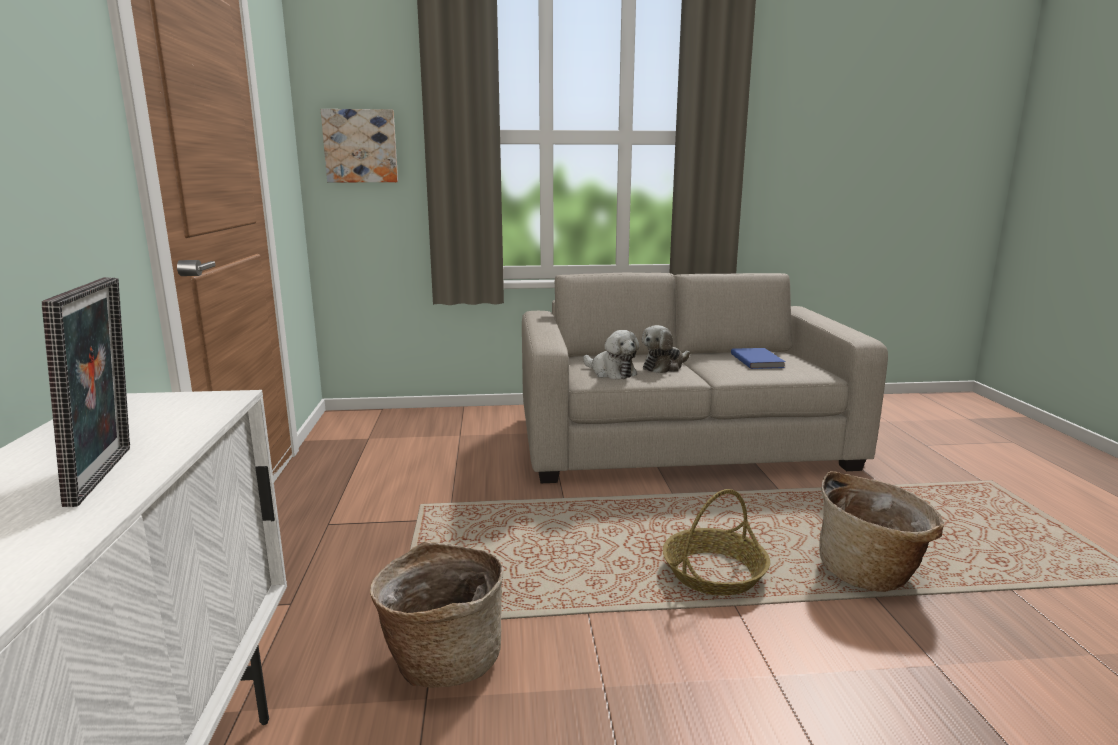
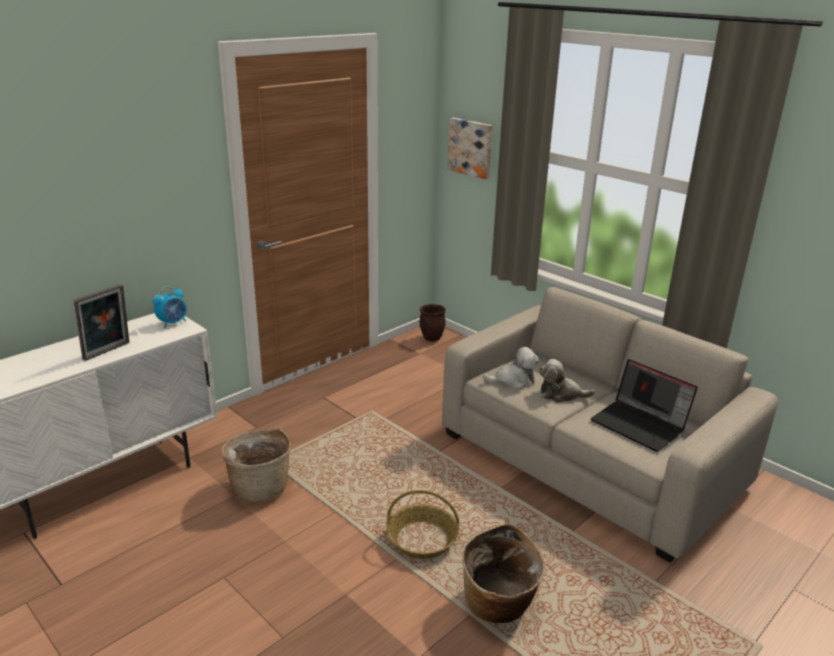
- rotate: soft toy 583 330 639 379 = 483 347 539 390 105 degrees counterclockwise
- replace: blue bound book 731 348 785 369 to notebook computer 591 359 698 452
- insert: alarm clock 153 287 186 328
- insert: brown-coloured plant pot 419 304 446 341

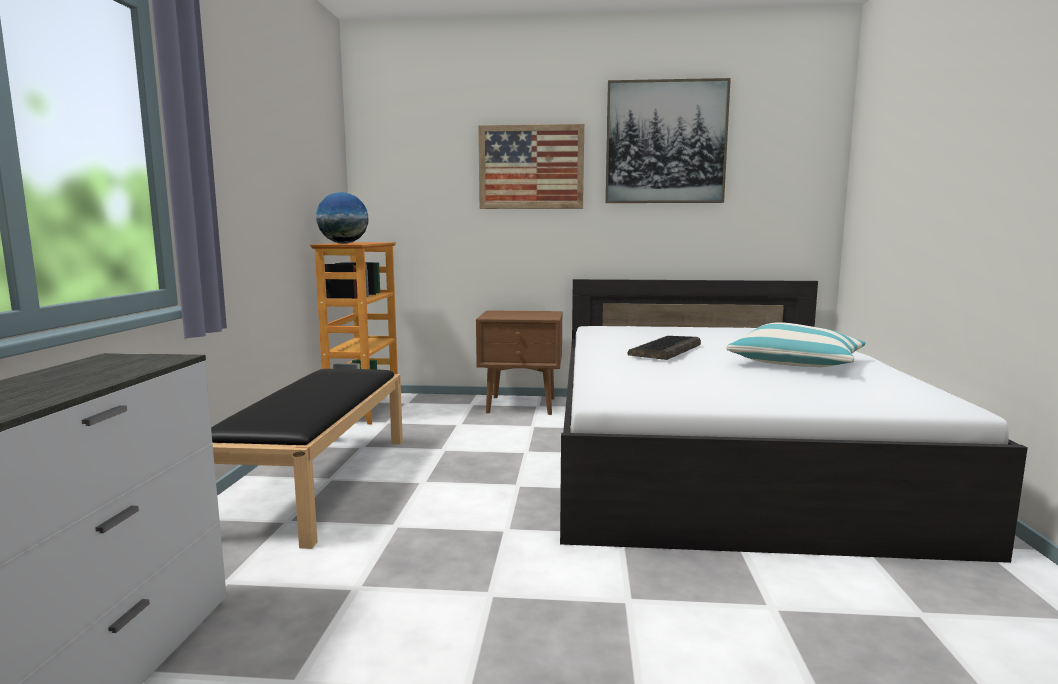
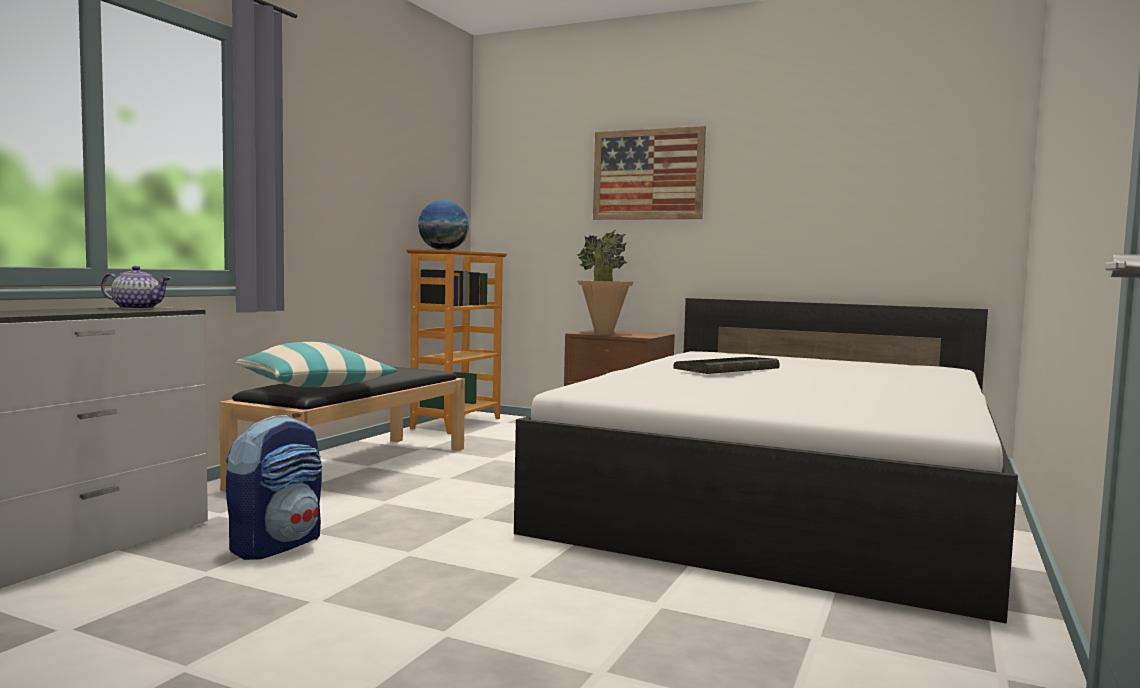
- delete: picture 605 78 731 203
- move: pillow 726 322 865 367 to 236 342 397 387
- insert: houseplant 577 230 633 334
- insert: teapot 101 266 171 310
- insert: backpack 226 415 322 560

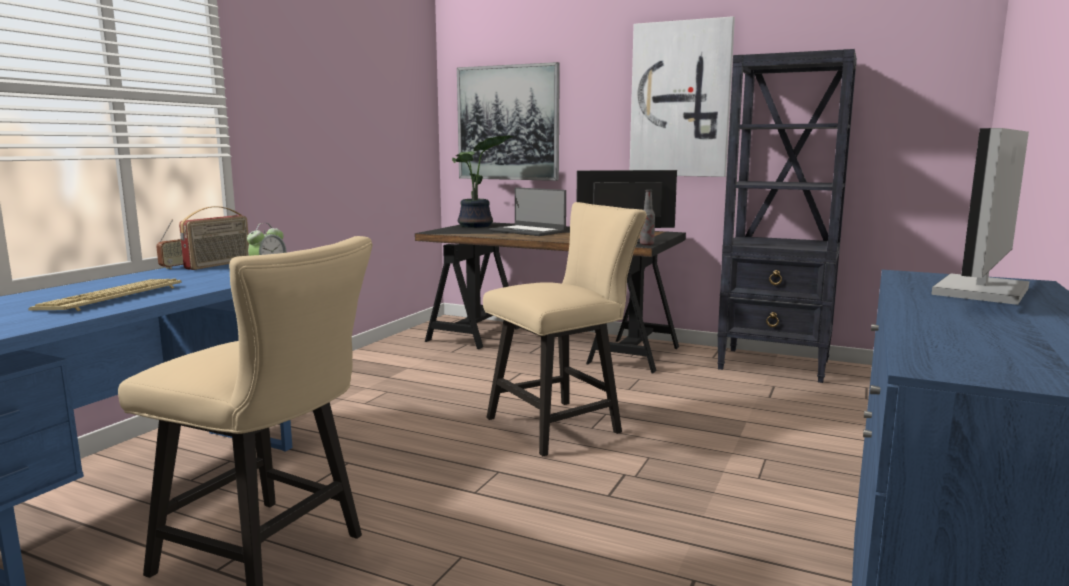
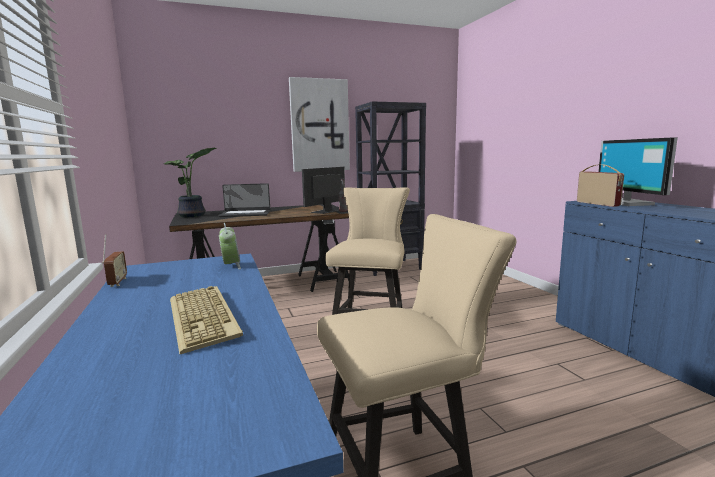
- delete: picture 457 62 560 181
- move: radio receiver 179 206 249 270 to 577 164 624 207

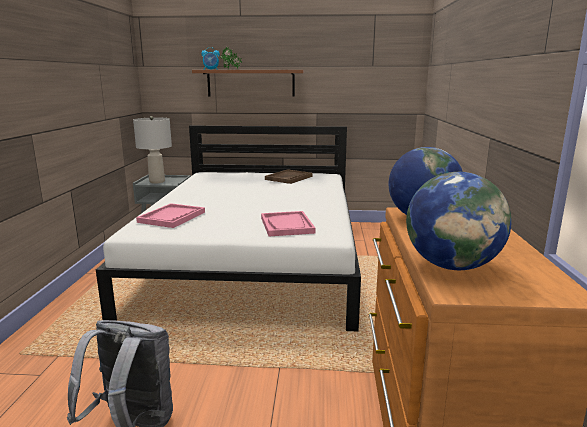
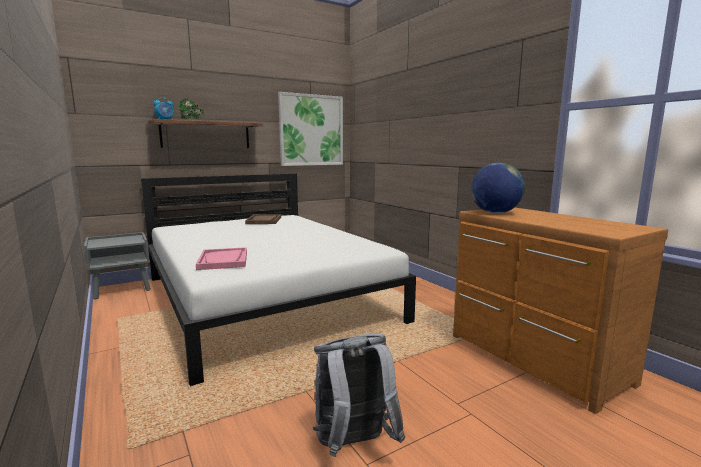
- delete: gray table lamp 133 116 172 183
- delete: globe 406 172 512 270
- delete: pinkish serving tray 261 211 315 236
- insert: picture 278 92 343 166

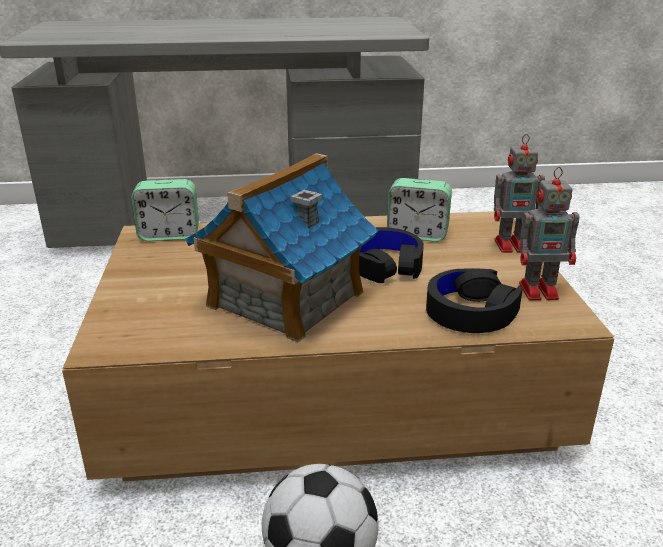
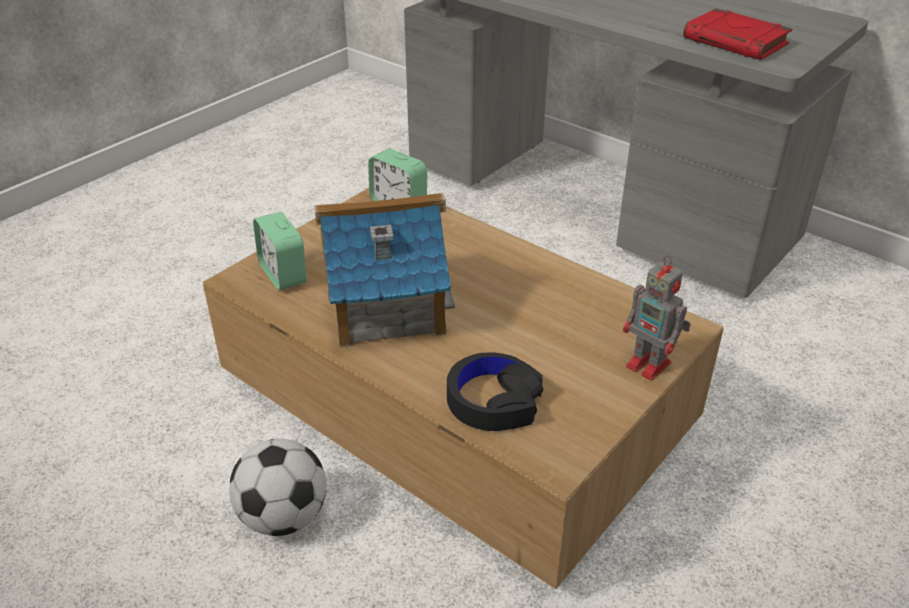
- delete: model robot 519 167 579 300
- move: alarm clock 387 178 452 242 to 253 212 307 290
- delete: black headphones 359 227 424 283
- insert: reddish bound book 683 8 792 60

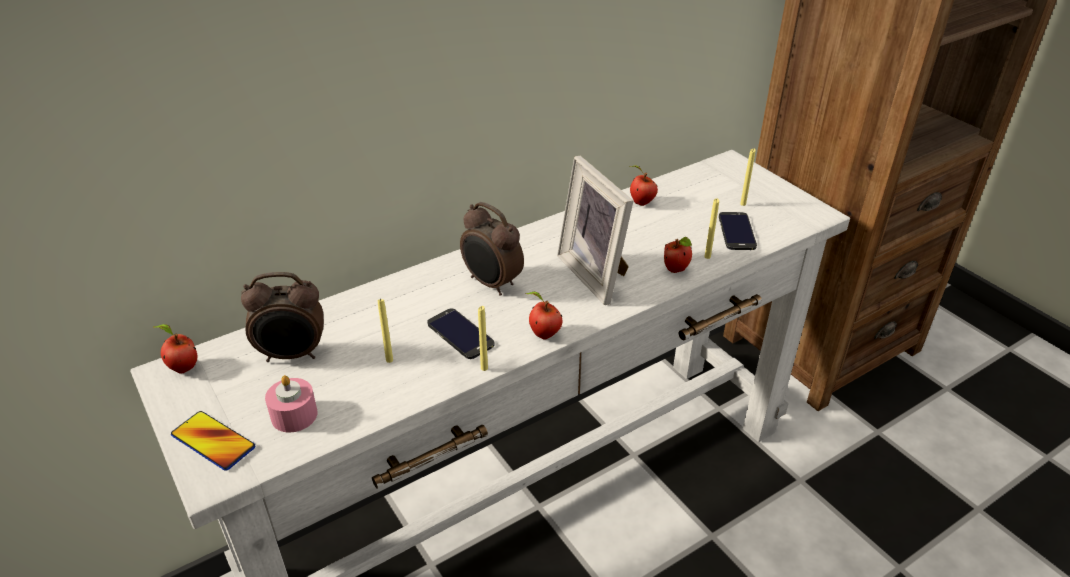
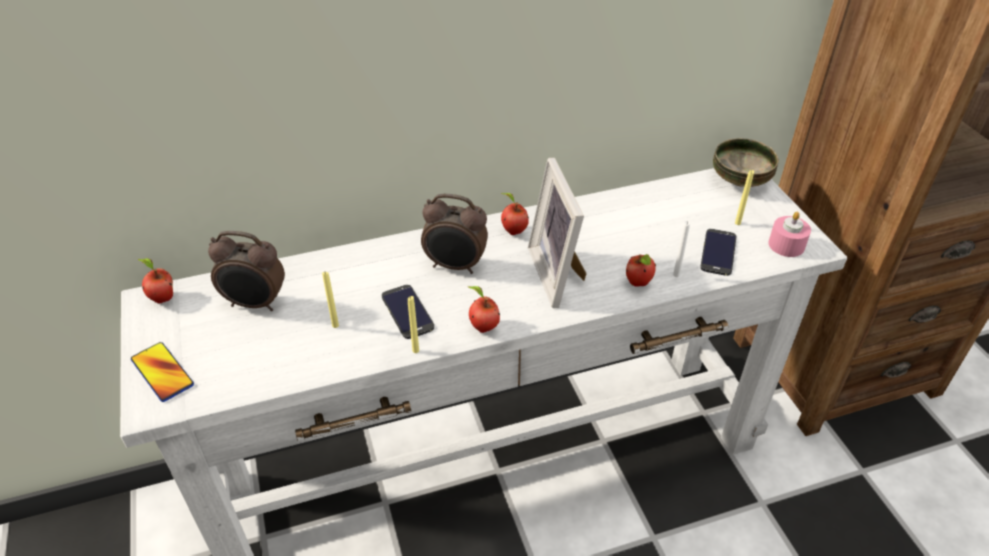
- move: apple 628 166 658 206 to 501 193 529 235
- recolor: yellow-coloured candle 704 198 719 259 to white candle 673 221 690 277
- rotate: alarm clock 460 202 524 296 = 421 194 488 274 45 degrees counterclockwise
- move: pinkish candle 265 375 318 433 to 768 212 811 257
- insert: deep dish 713 138 779 187

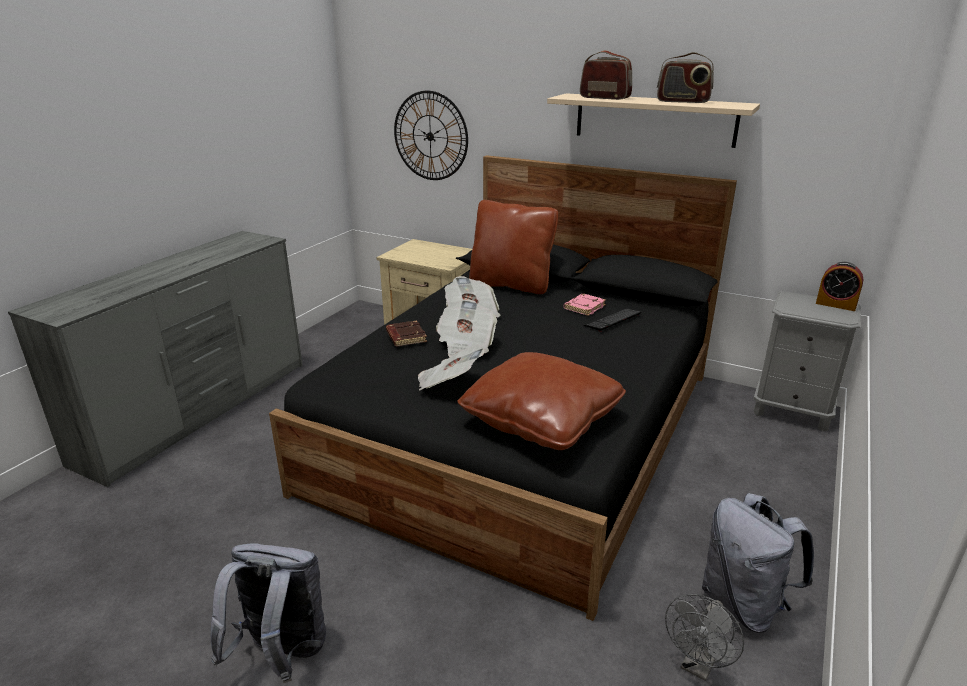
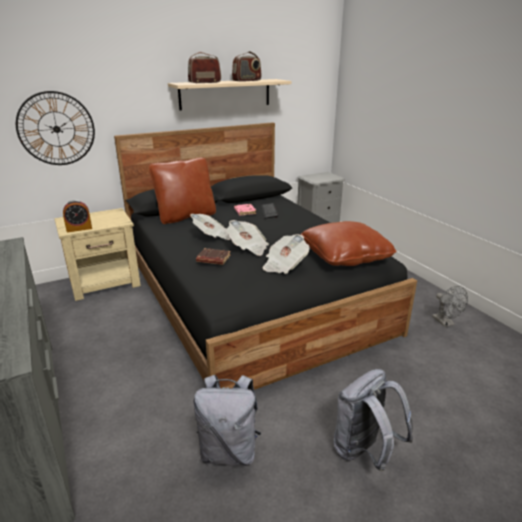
- move: alarm clock 816 262 863 311 to 63 200 92 232
- move: gray backpack 702 493 814 633 to 194 375 262 466

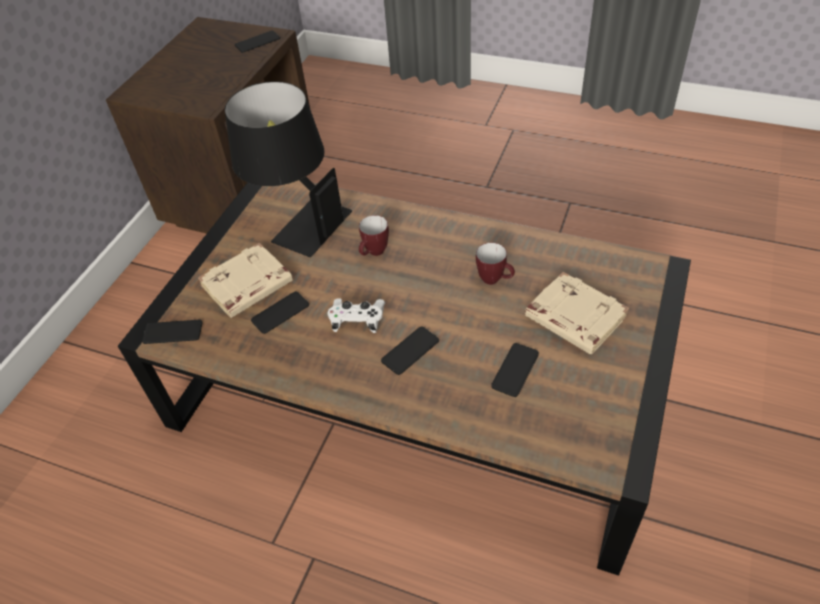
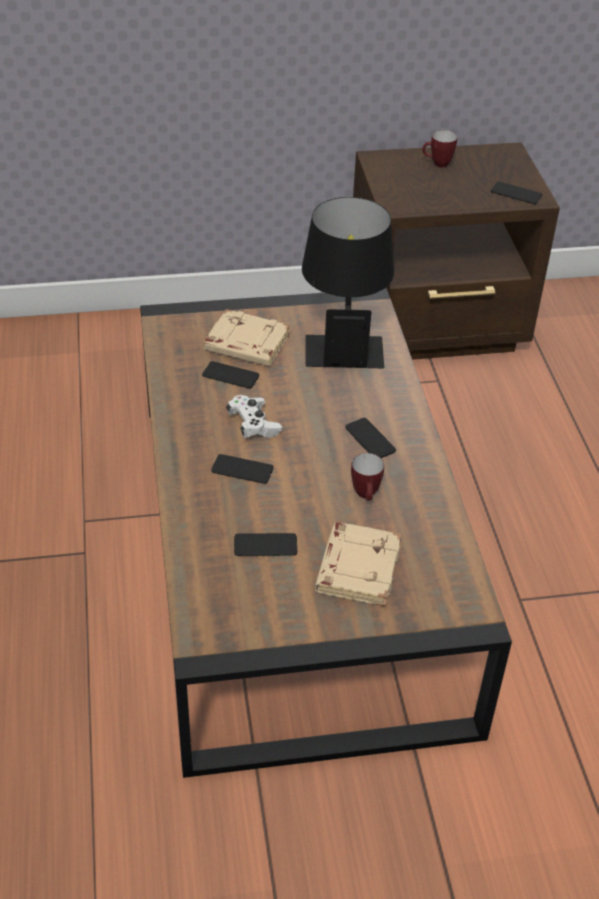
- move: coffee mug 359 215 389 256 to 422 130 457 168
- move: phone 142 320 202 344 to 345 418 396 458

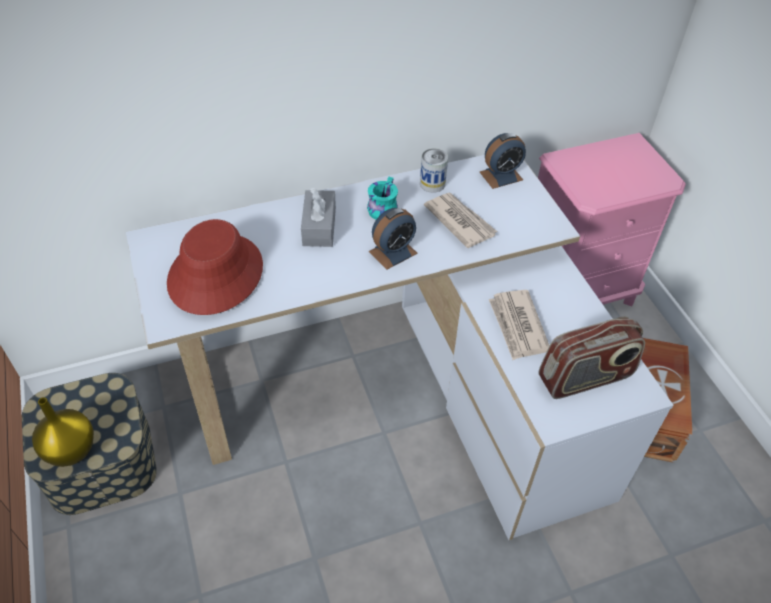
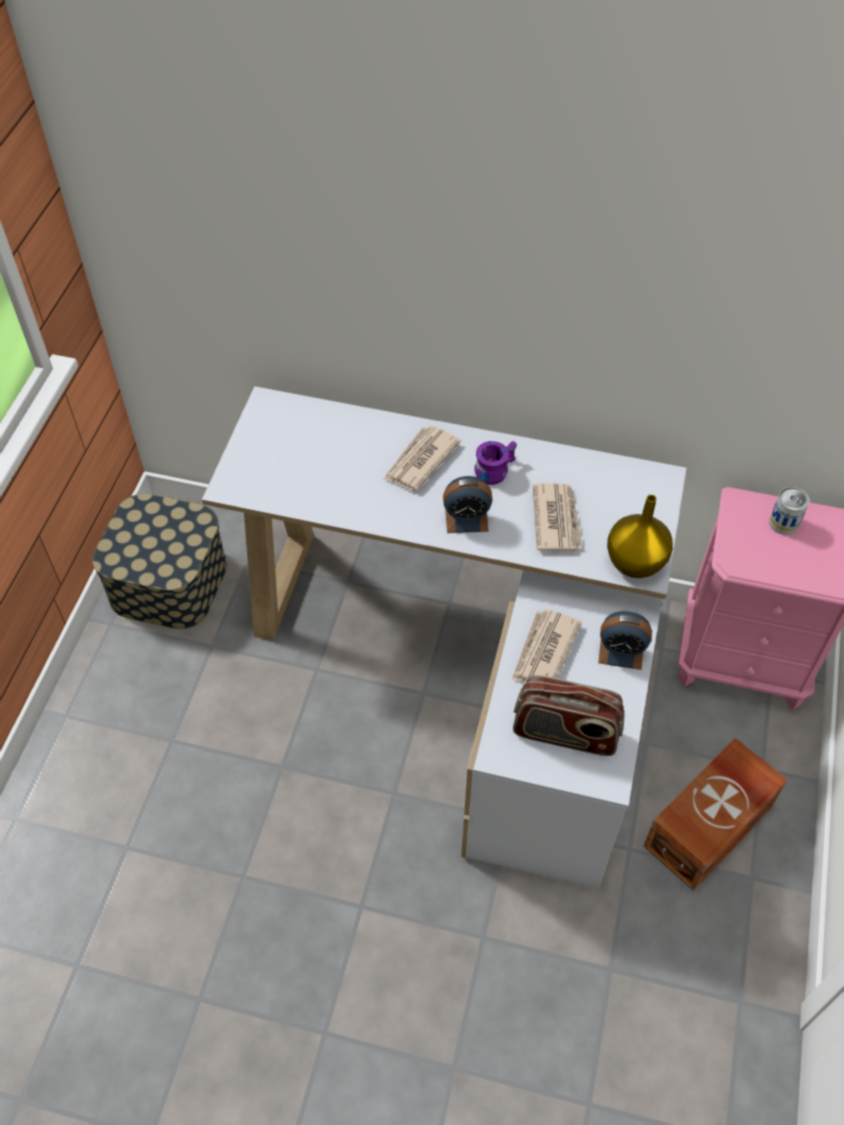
- move: alarm clock 480 133 526 189 to 598 611 652 670
- move: sealed can 420 148 448 193 to 769 487 810 535
- recolor: turquoise coffee mug 367 177 398 220 to purplish coffee mug 474 441 517 485
- replace: gray tissue holder 301 188 336 247 to newspaper 383 426 461 491
- delete: reddish wearable hat 167 219 263 315
- move: yellow-coloured decorative vase 32 397 94 467 to 607 495 673 578

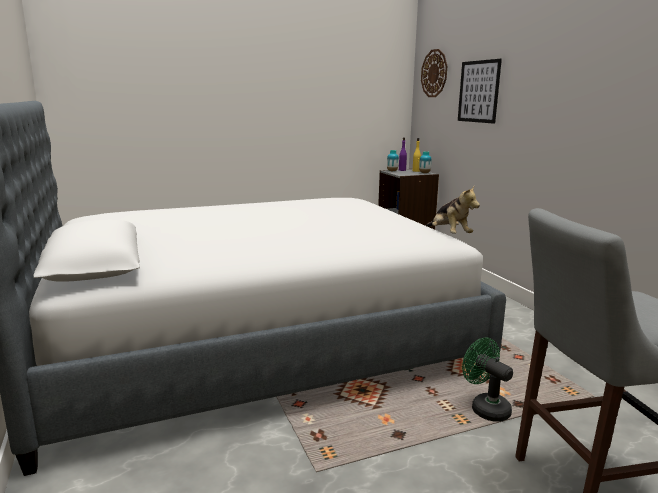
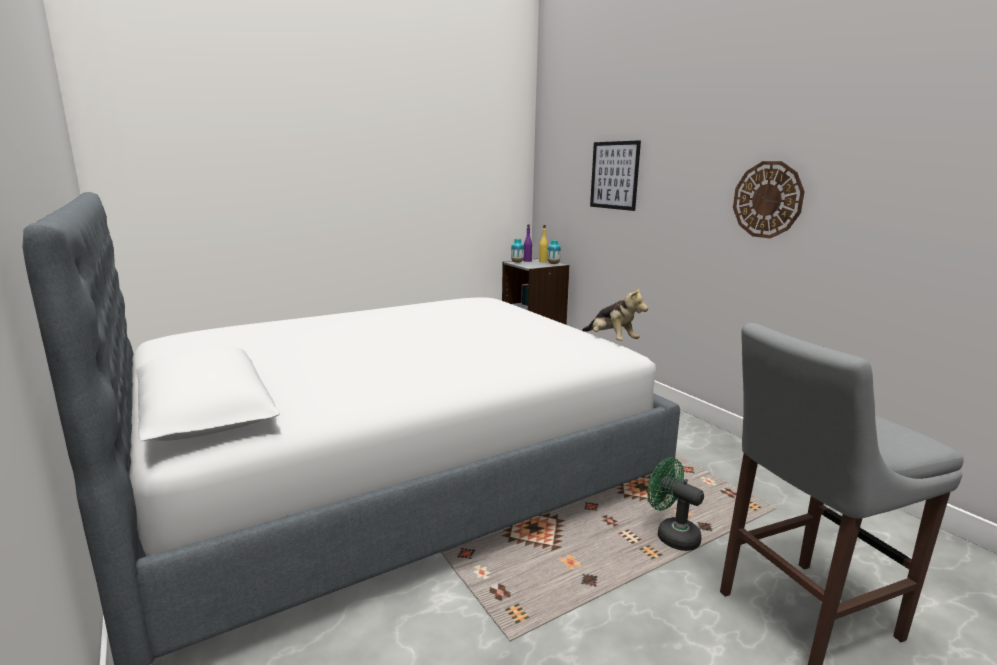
- move: clock on the wall 421 49 447 97 to 733 161 805 238

